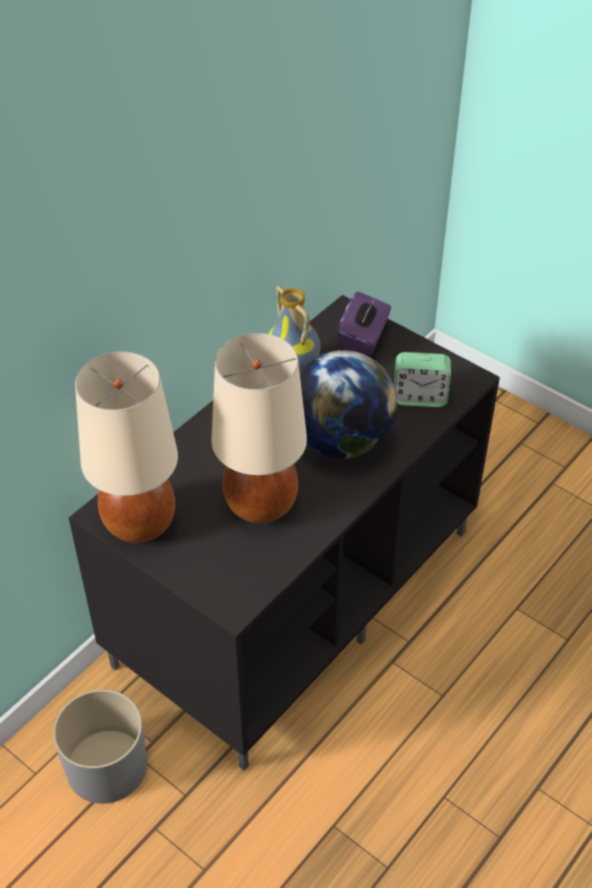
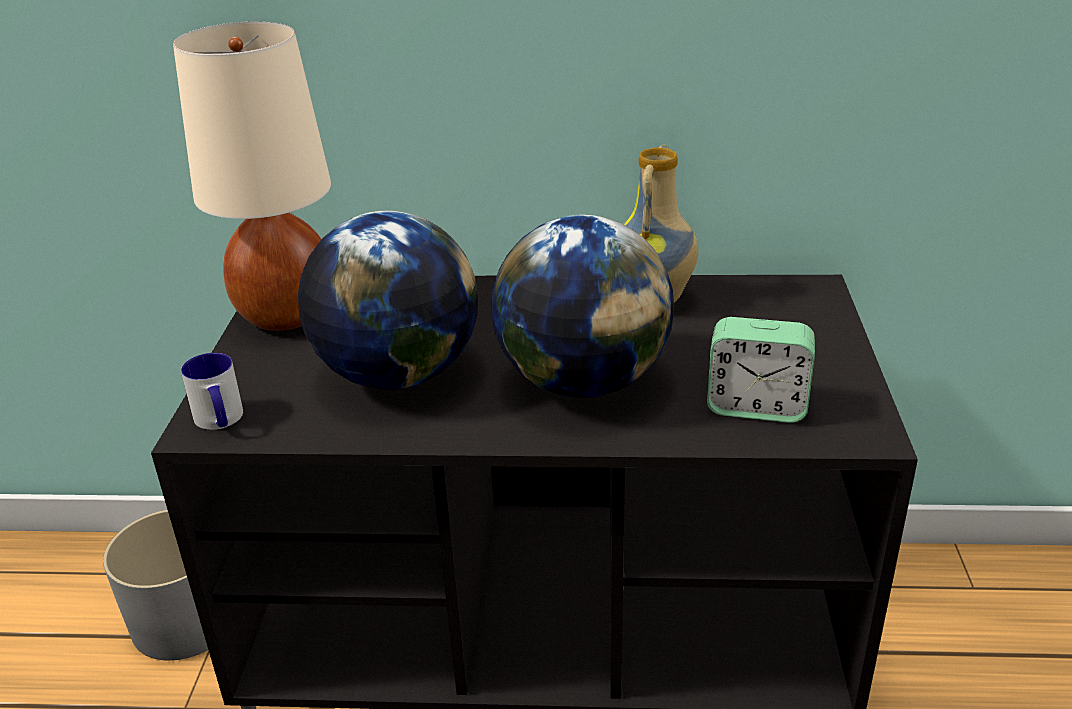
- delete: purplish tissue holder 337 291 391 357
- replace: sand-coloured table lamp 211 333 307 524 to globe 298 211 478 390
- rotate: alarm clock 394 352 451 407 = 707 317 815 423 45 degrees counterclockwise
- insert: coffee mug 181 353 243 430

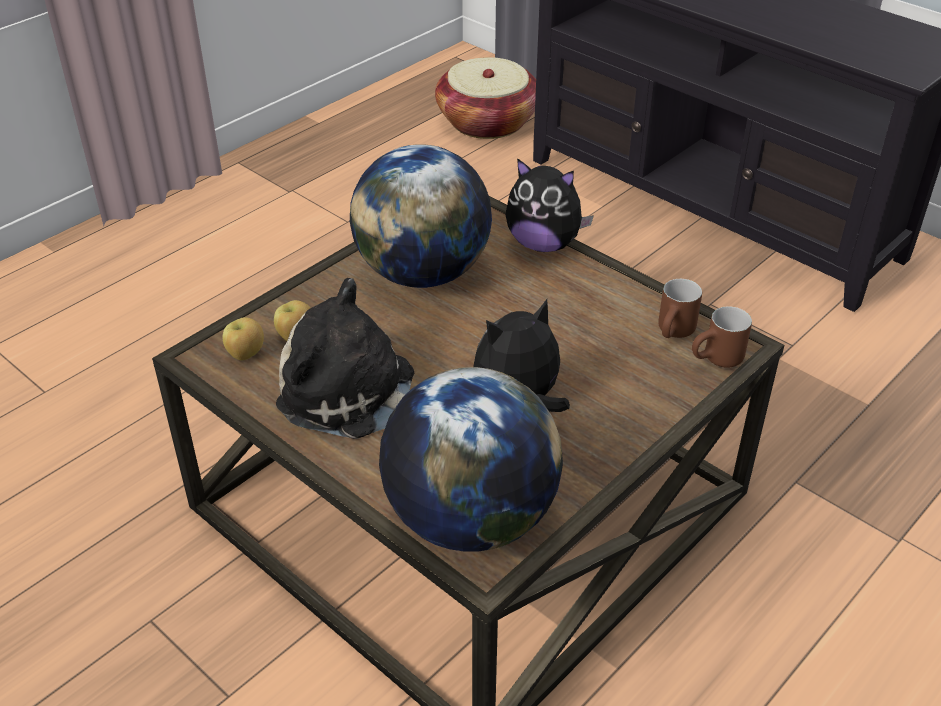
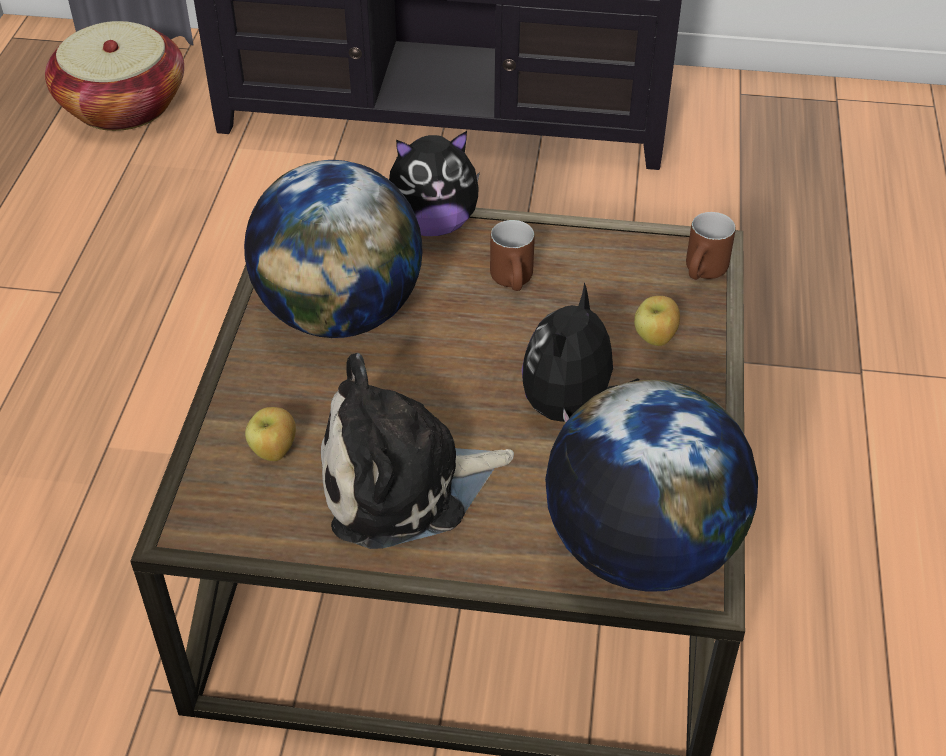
- move: brown-coloured coffee mug 658 279 702 338 to 490 220 535 291
- move: apple 223 317 264 360 to 634 296 680 346

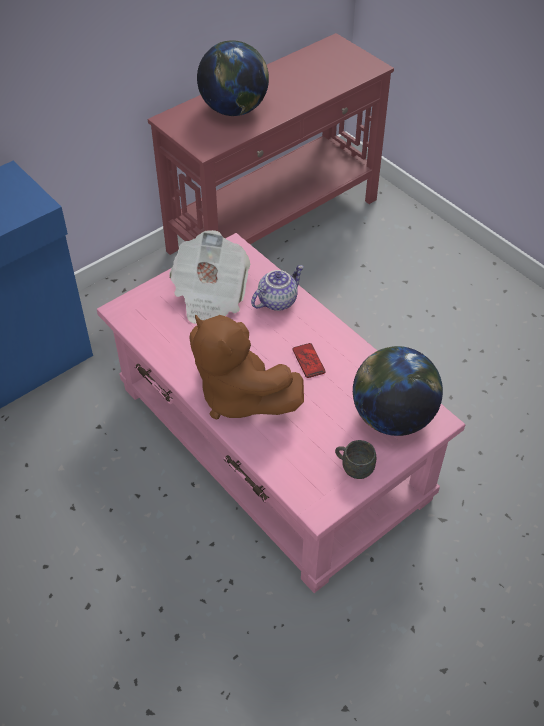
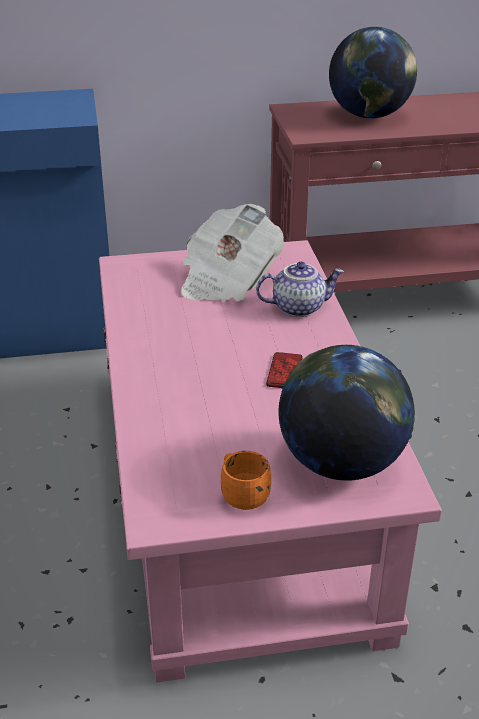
- delete: brown-coloured soft toy 189 314 304 420
- recolor: gray coffee mug 335 440 376 479 to orange coffee mug 221 451 271 510

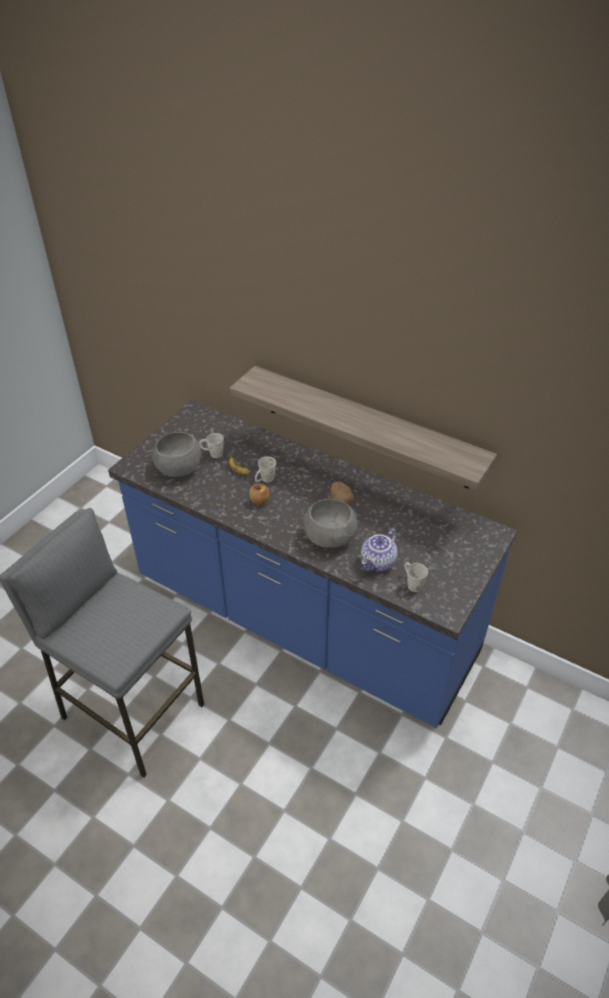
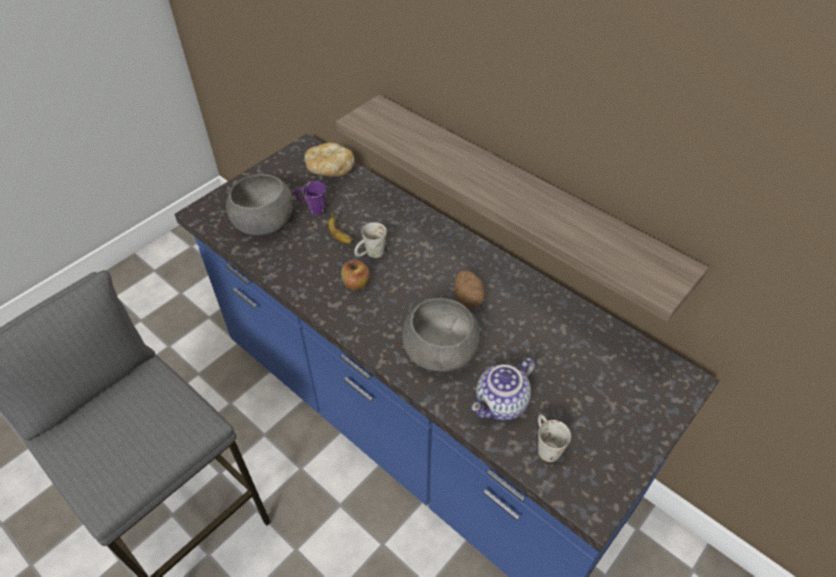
- recolor: white coffee mug 199 433 224 458 to purplish coffee mug 295 181 326 215
- insert: baked bread 305 143 354 177

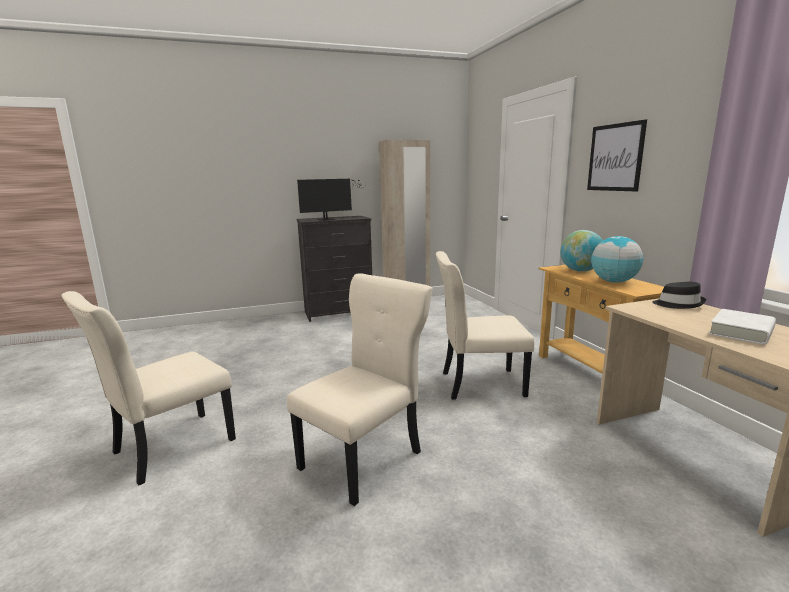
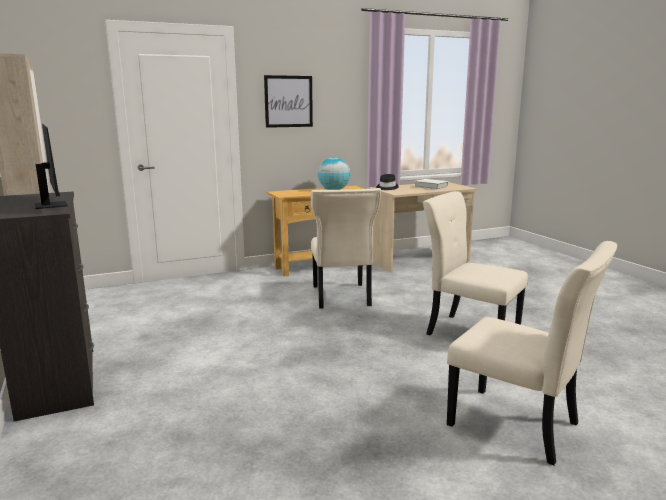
- delete: globe 560 230 603 272

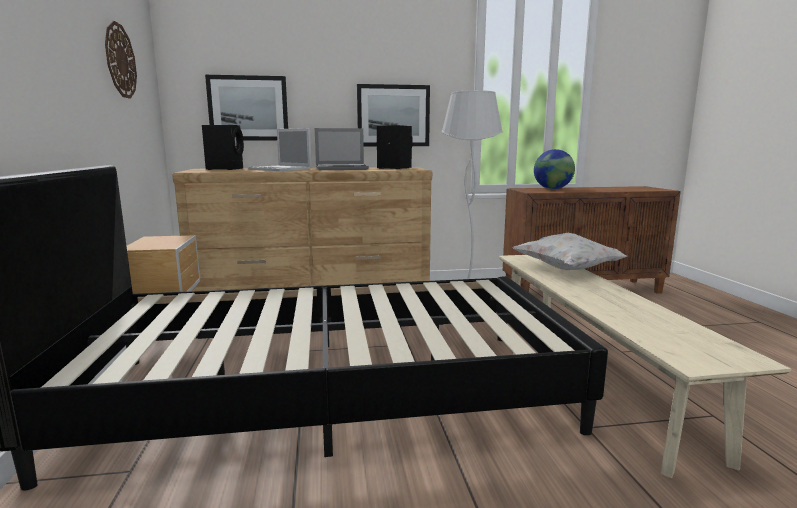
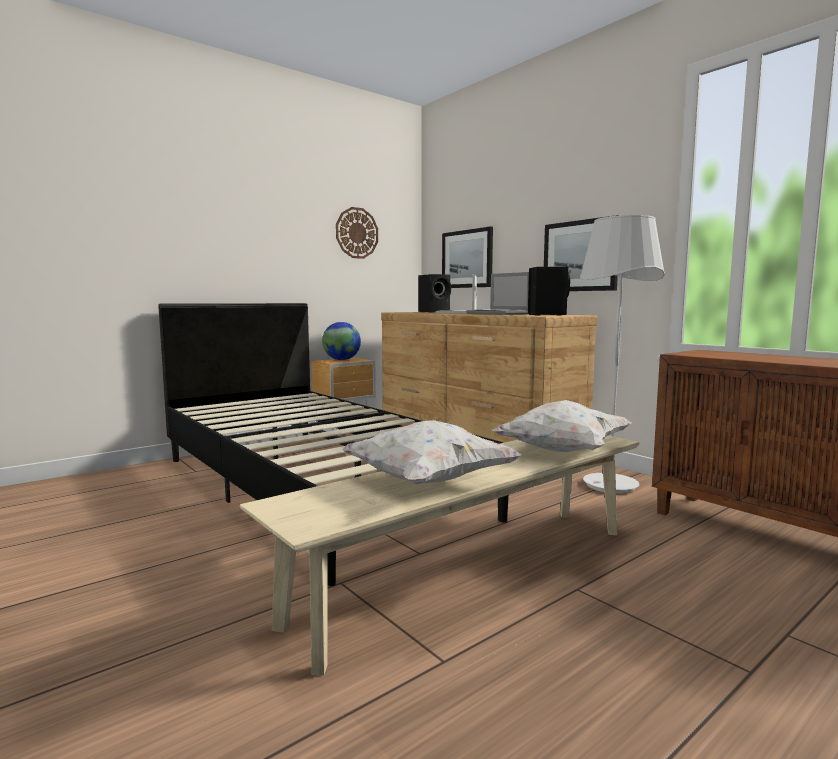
- move: globe 534 149 575 189 to 322 322 361 360
- insert: white pillow 341 420 522 485

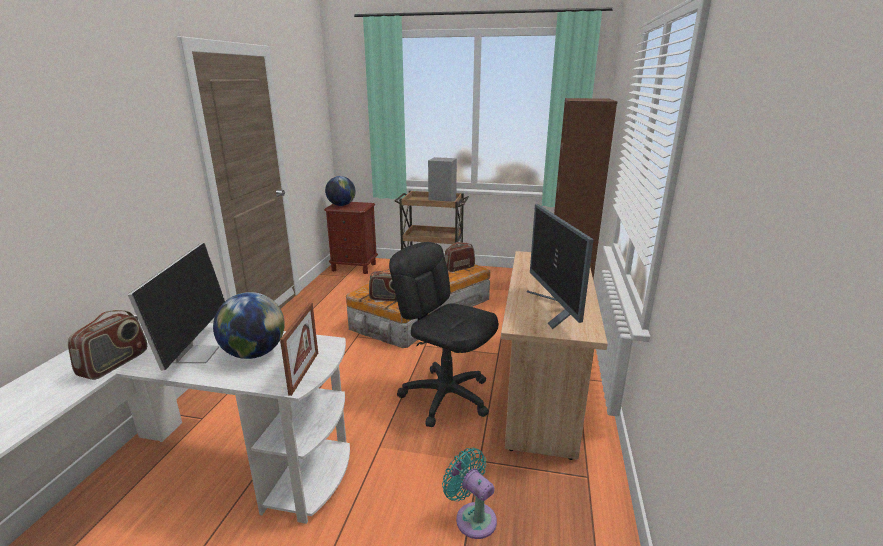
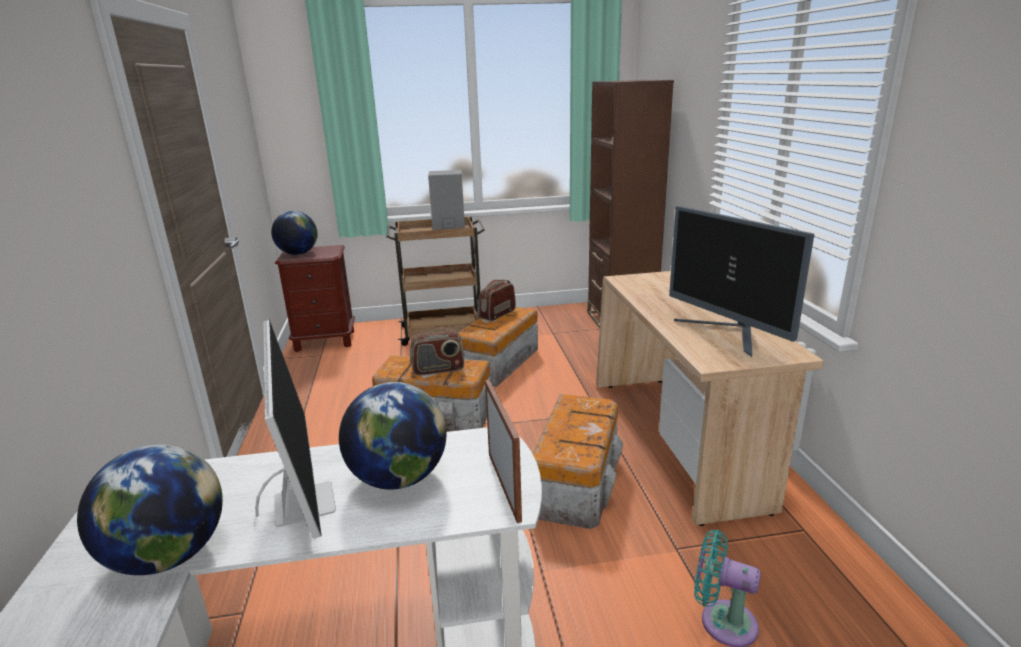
- replace: black office chair 389 242 498 427 to storage container 533 394 623 529
- replace: radio receiver 68 310 147 380 to globe 77 445 223 575

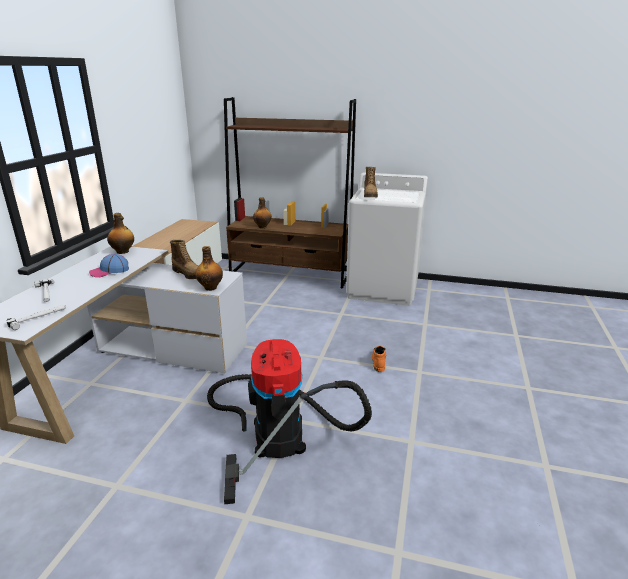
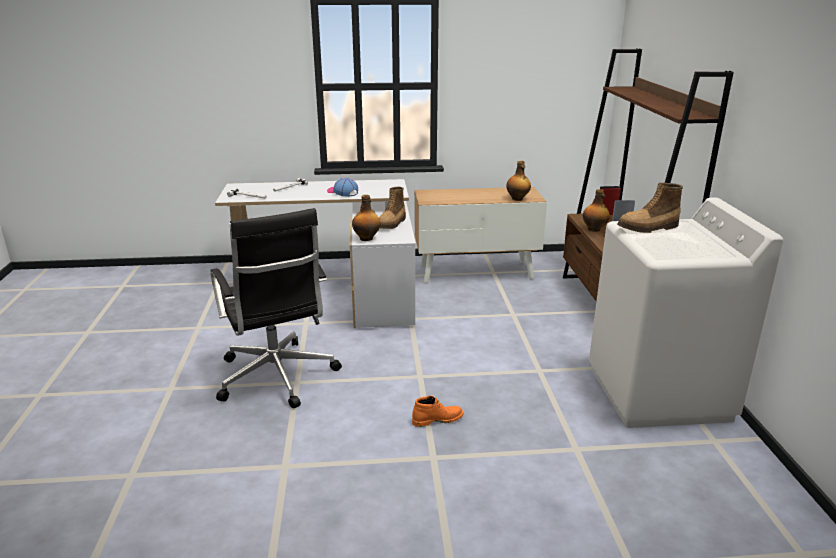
- move: beverage bottle 107 213 134 254 to 506 161 531 201
- replace: hoover 207 339 372 505 to black office chair 210 208 342 408

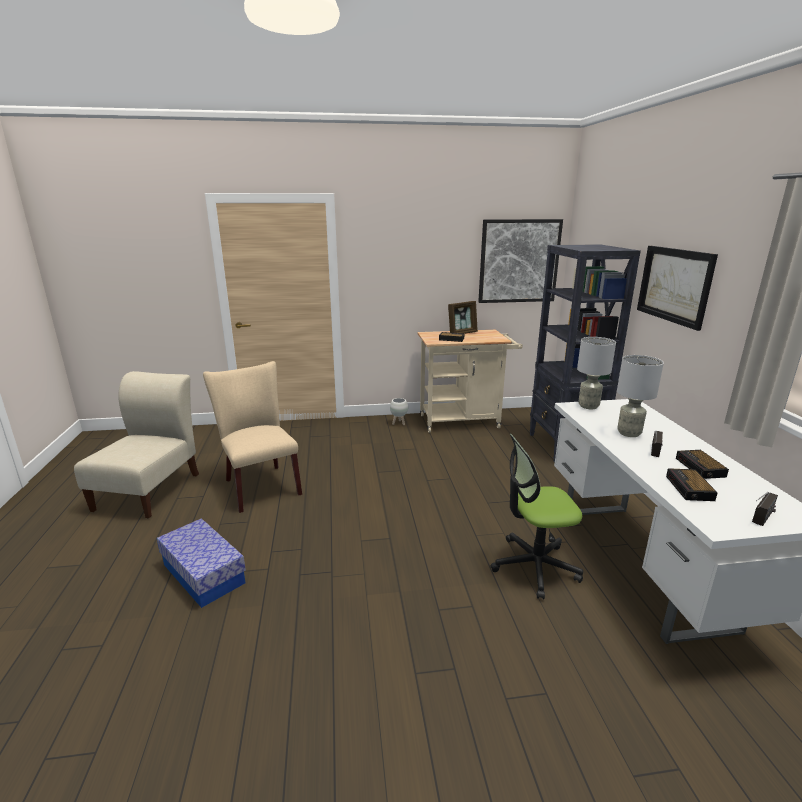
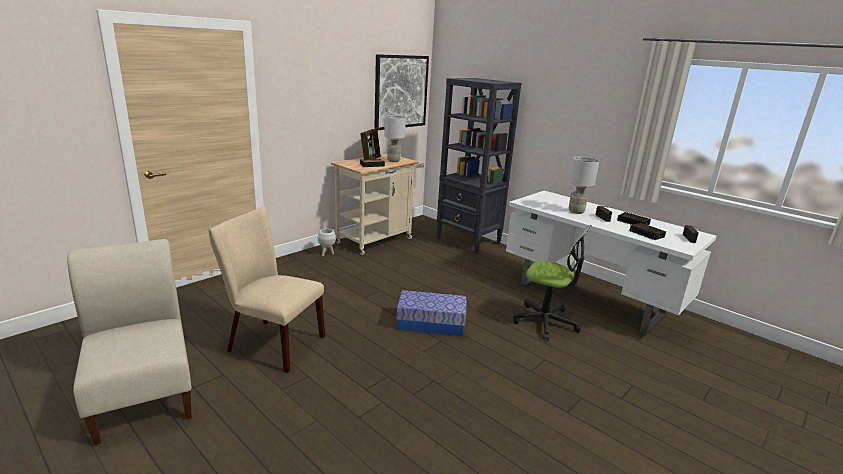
- delete: picture 637 246 718 331
- move: gray table lamp 577 337 616 409 to 384 115 406 162
- rotate: office chair 490 434 583 599 = 513 225 591 340 105 degrees counterclockwise
- move: storage container 157 518 246 608 to 396 290 467 336

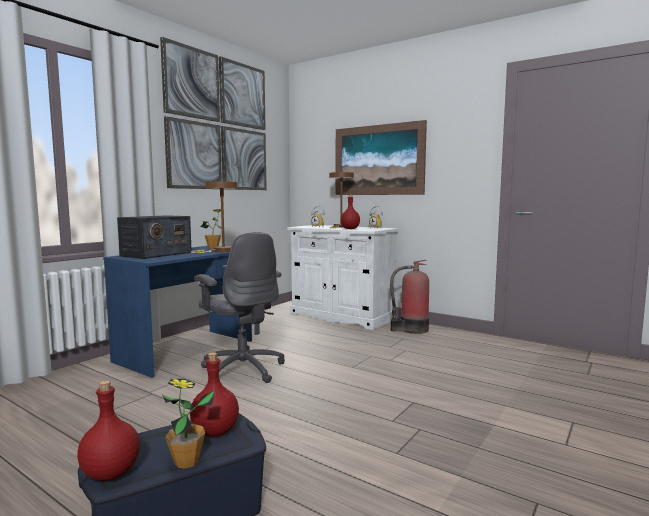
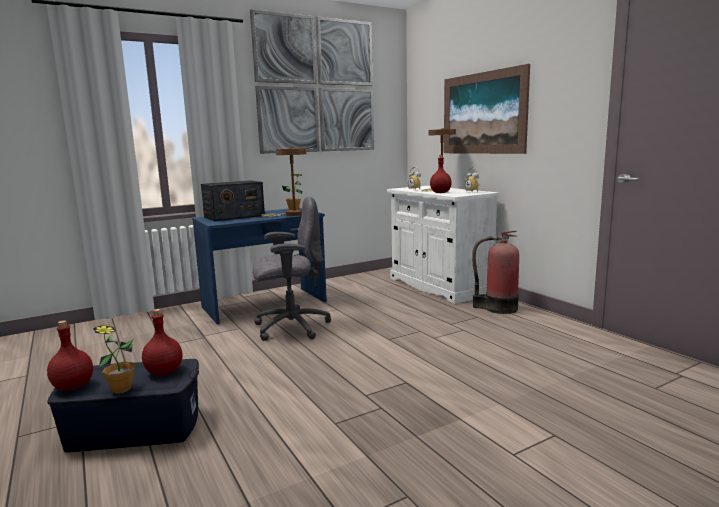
- rotate: gray office chair 194 232 285 383 = 253 197 331 341 90 degrees counterclockwise

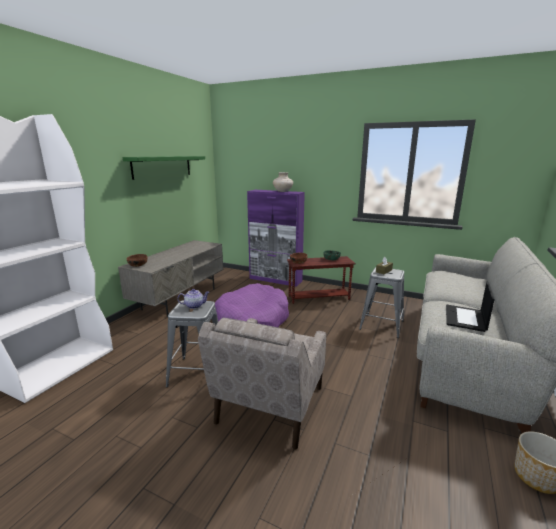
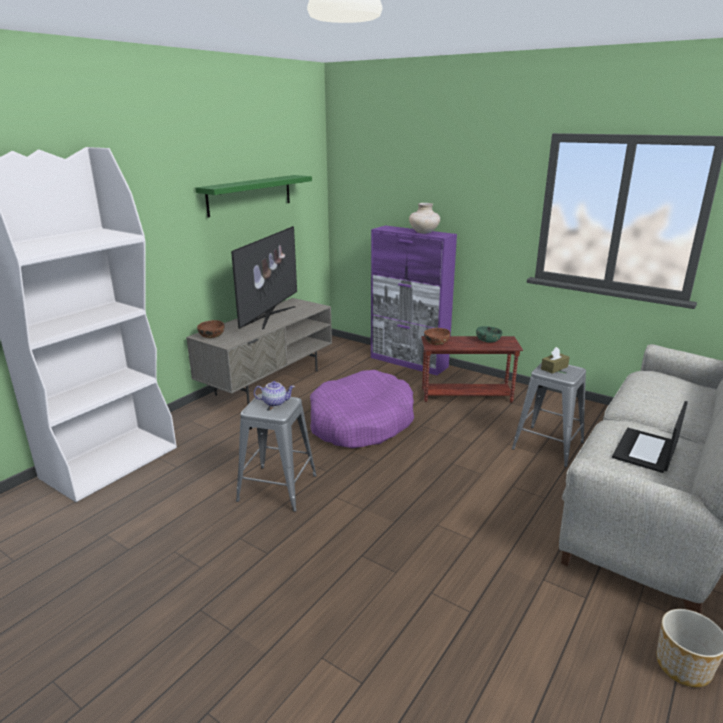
- delete: sand-coloured lounge chair 198 318 326 450
- insert: TV set 231 226 297 329

